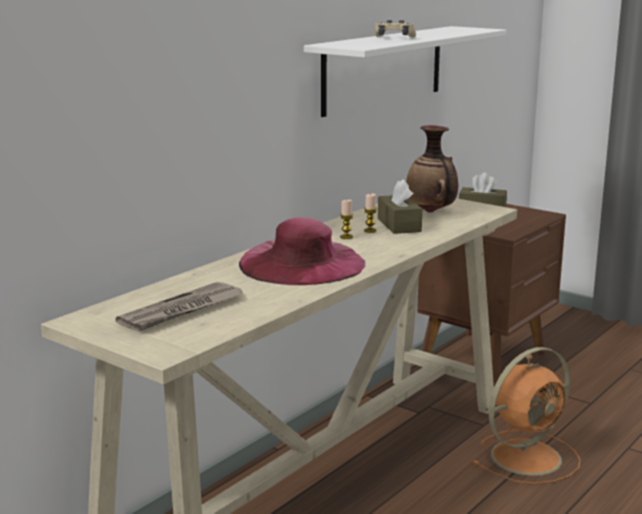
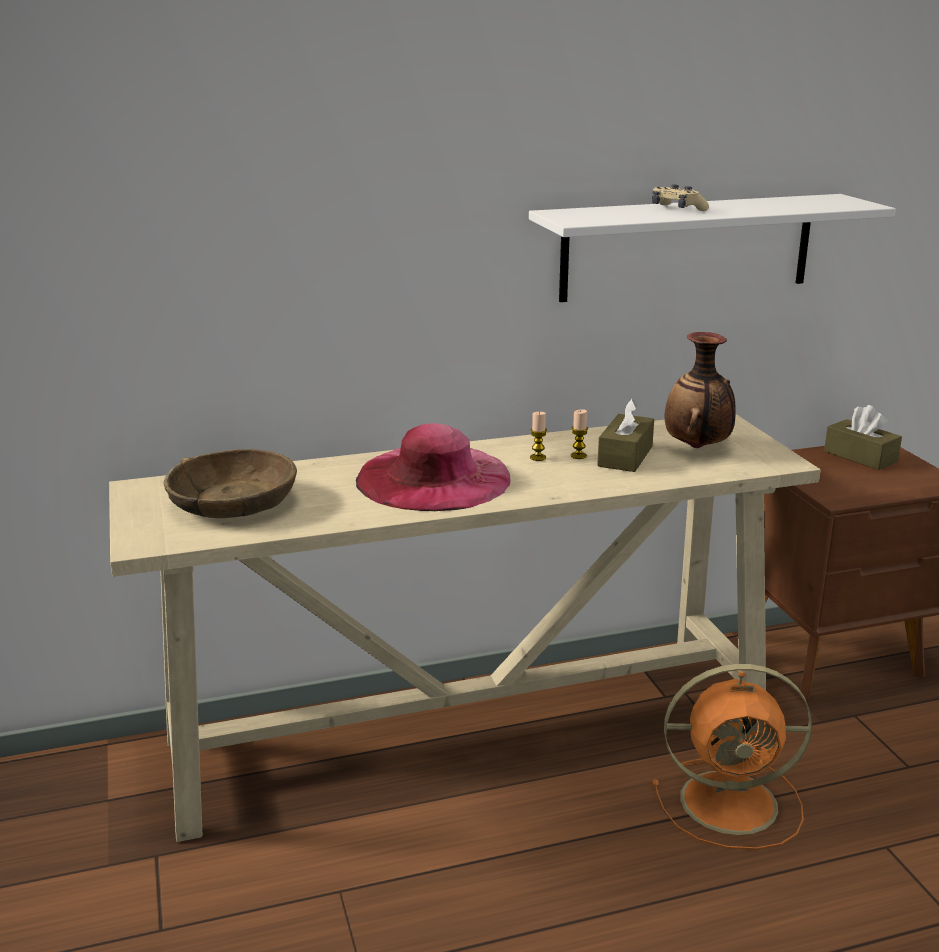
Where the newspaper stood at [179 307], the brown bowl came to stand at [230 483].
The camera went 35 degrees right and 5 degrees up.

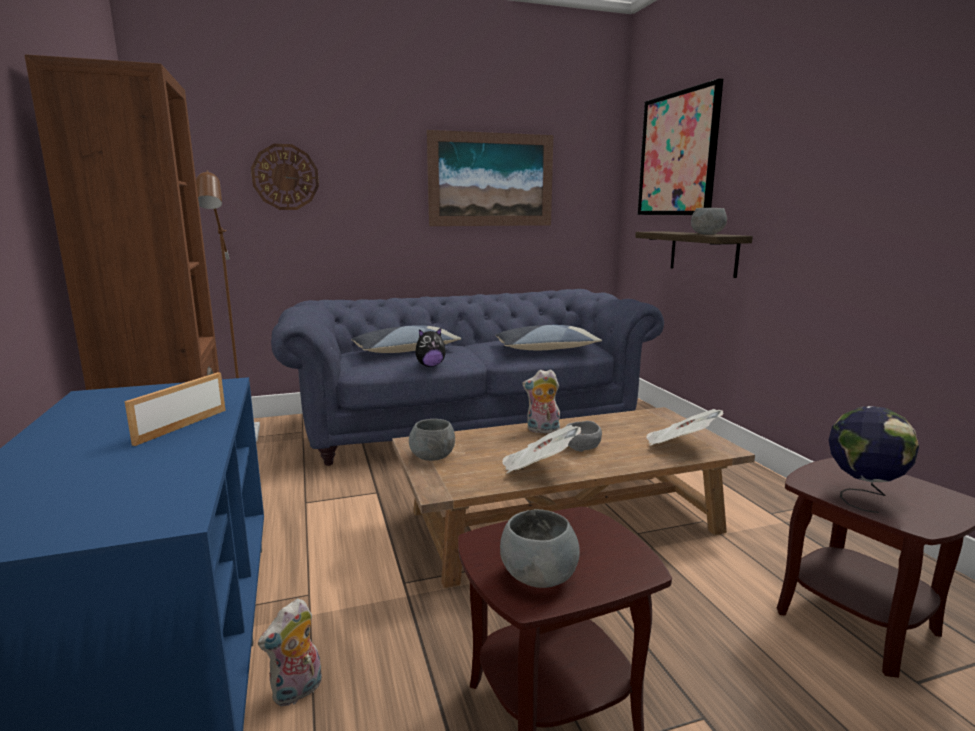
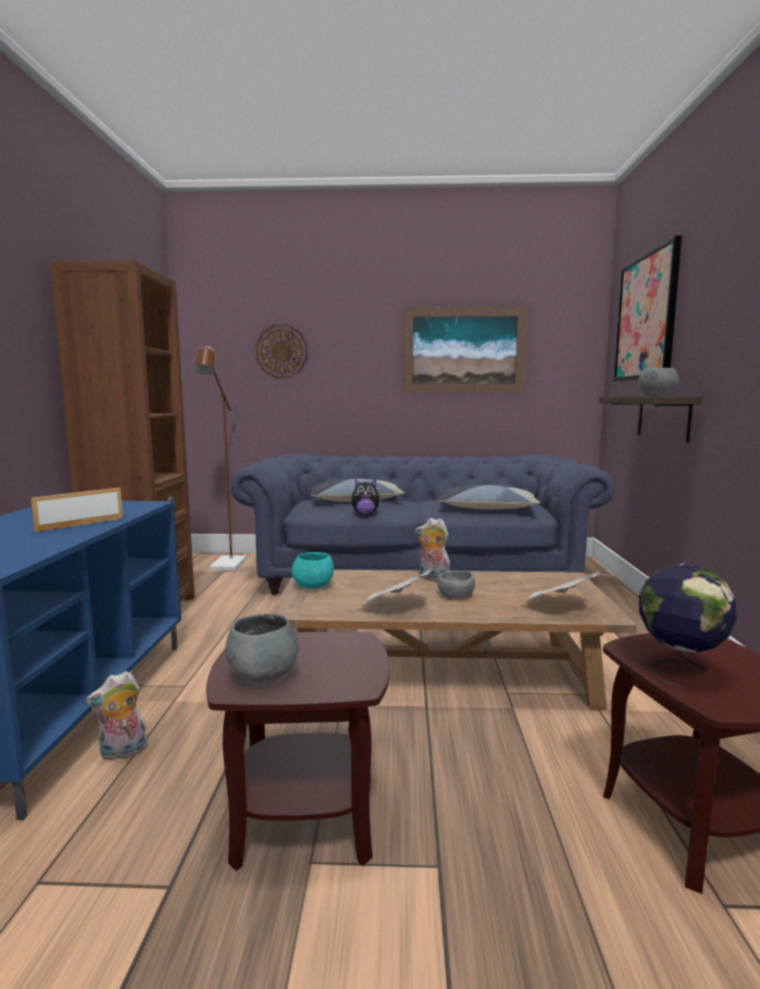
What was the grey bowl at [432 440] turned into the turquoise bowl at [313 570].
The camera went 20 degrees right and 5 degrees down.

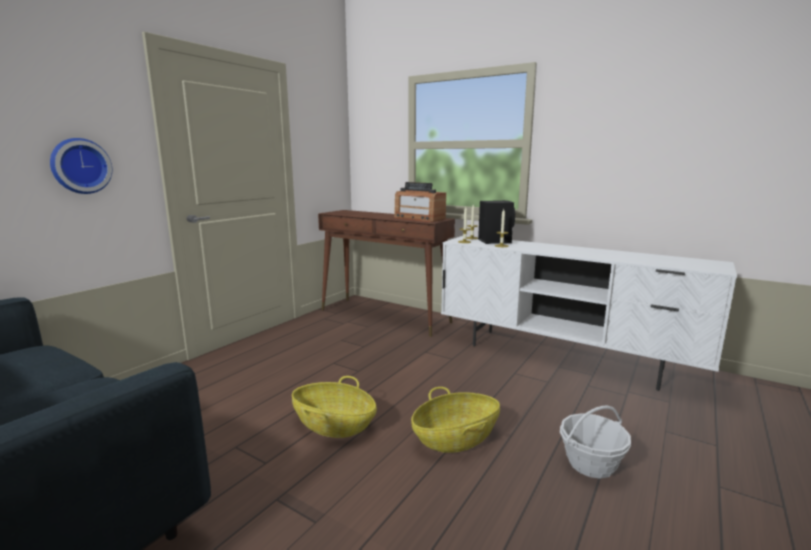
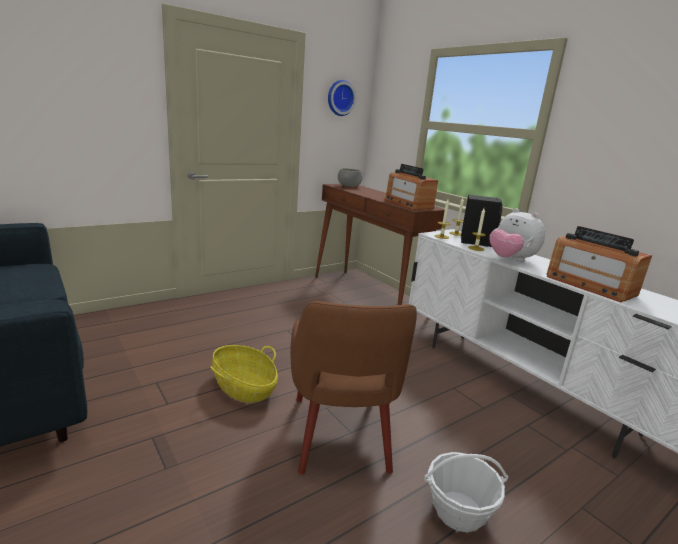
The wall clock ended up elsewhere, having gone from [81 166] to [342 98].
Where the basket stood at [455 420], the brown armchair came to stand at [354 388].
The second view gained the grey bowl at [350 177].
The second view gained the plush toy at [517 235].
The second view gained the radio at [599 264].
The camera went 20 degrees right and 5 degrees up.

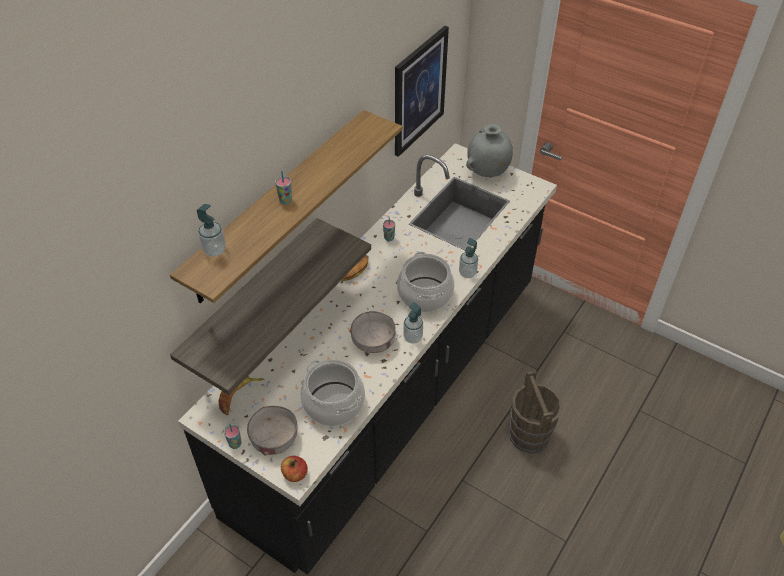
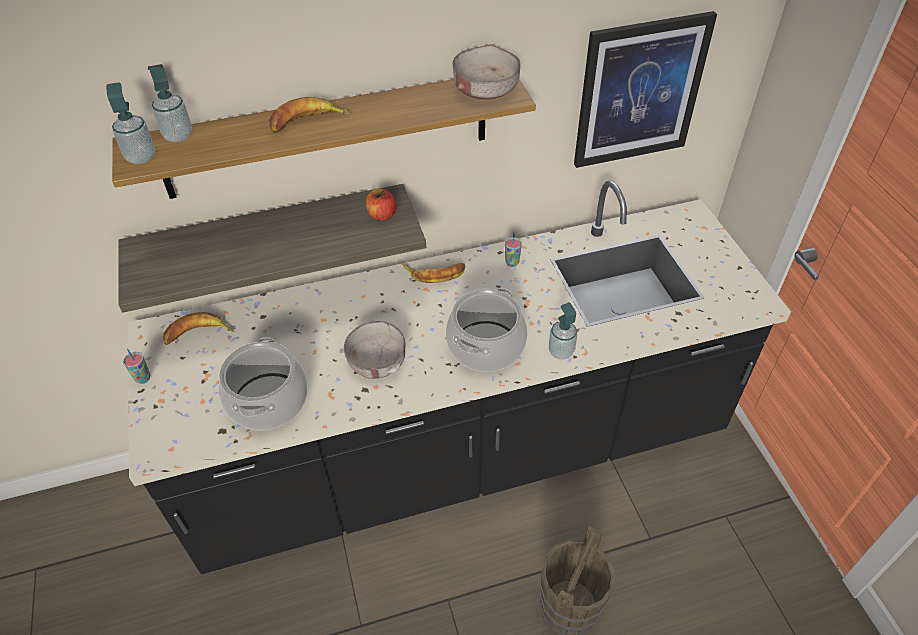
The grey bowl ended up elsewhere, having gone from [272 430] to [486 72].
Where the cup stood at [283 187], the banana came to stand at [309 115].
The apple ended up elsewhere, having gone from [294 469] to [381 204].
The soap dispenser ended up elsewhere, having gone from [413 322] to [130 123].
The second view lost the grey vase at [489 150].
The camera went 40 degrees right and 0 degrees up.

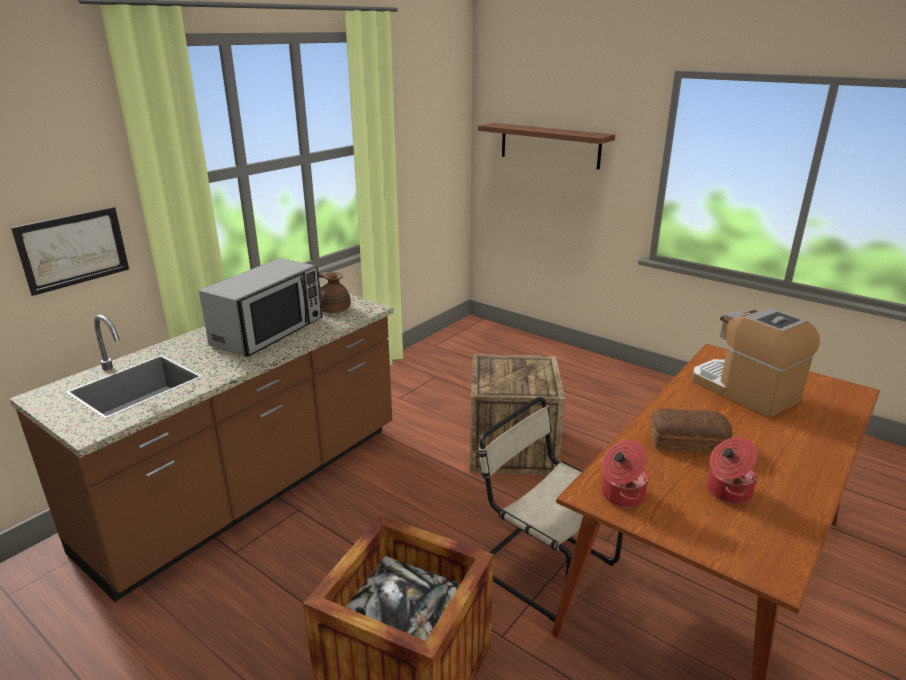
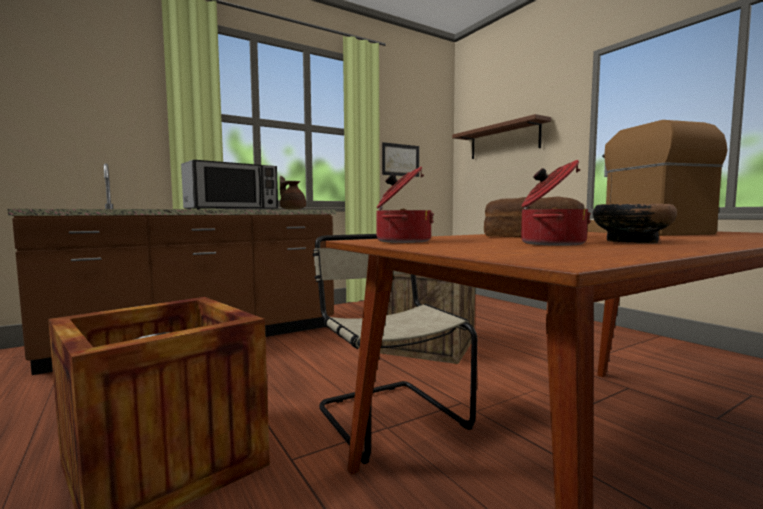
The picture ended up elsewhere, having gone from [70 251] to [400 159].
The second view gained the bowl at [635 223].
The camera went 20 degrees right and 20 degrees down.

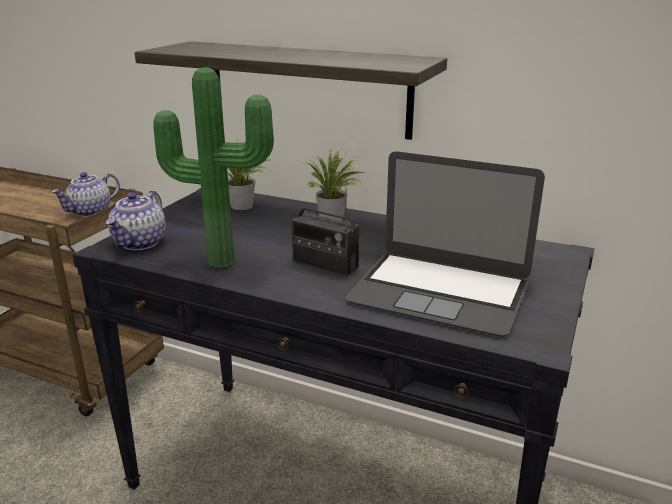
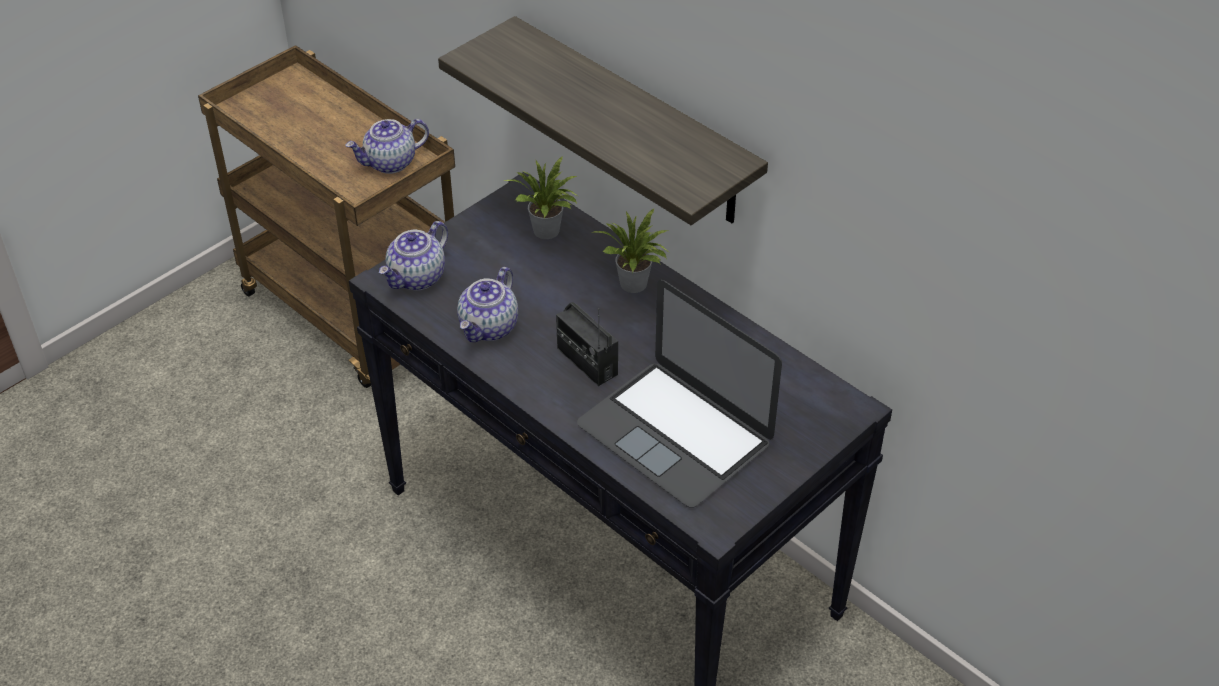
Where the potted plant stood at [213 167], the teapot came to stand at [487 304].
The camera went 20 degrees right and 20 degrees up.

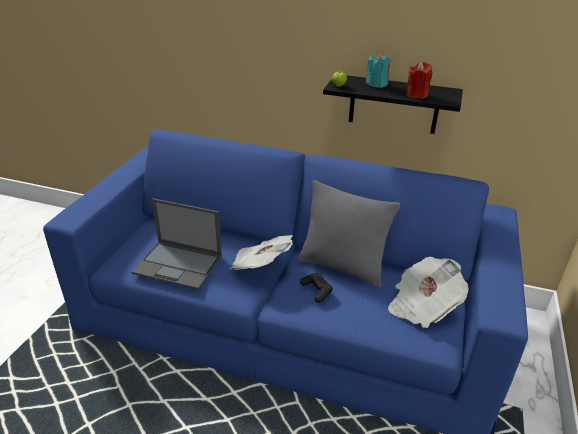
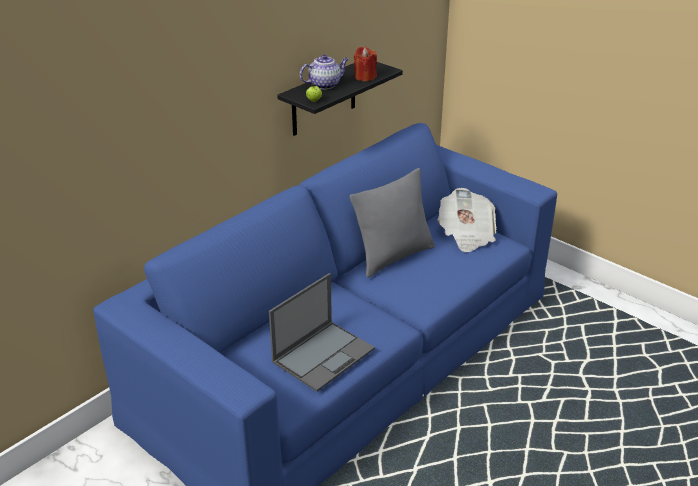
The second view lost the newspaper at [261 252].
The second view lost the black game controller at [316 288].
Where the turquoise candle stood at [378 70], the teapot came to stand at [324 72].
The camera went 65 degrees left and 0 degrees up.

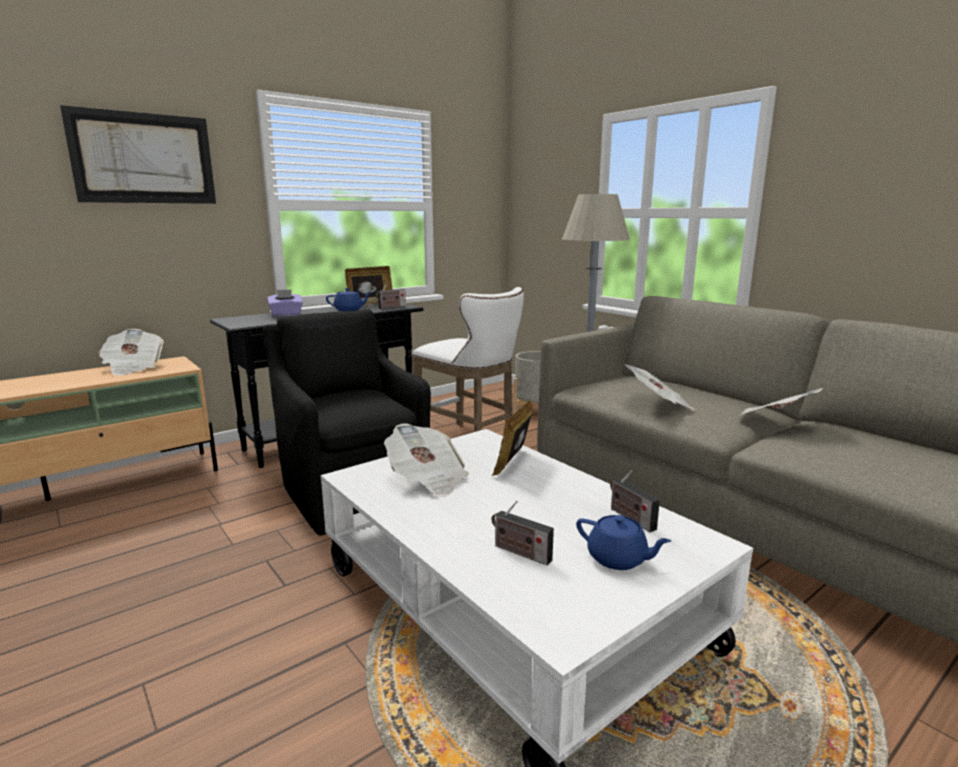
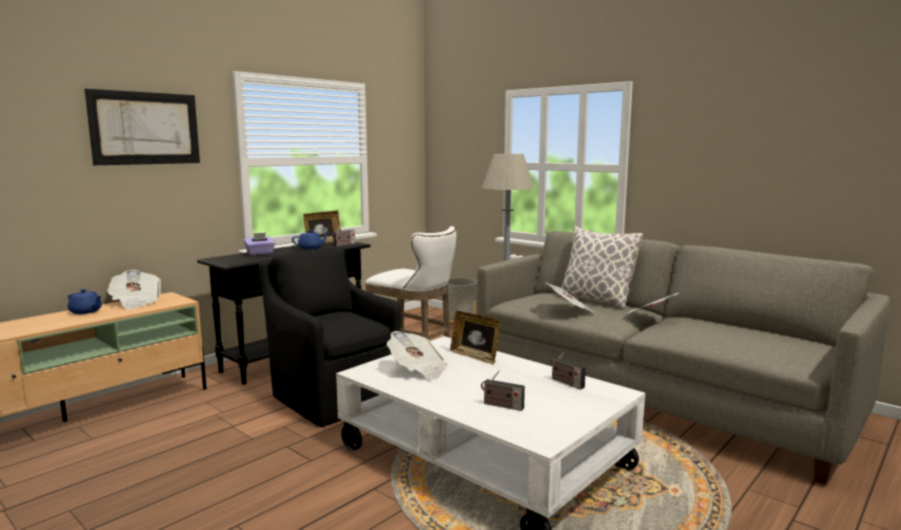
The picture frame at [512 437] ended up facing another way, 60 degrees counterclockwise from before.
The blue teapot ended up elsewhere, having gone from [623 542] to [85 301].
The second view gained the pillow at [600 267].
The camera went 10 degrees left and 5 degrees down.

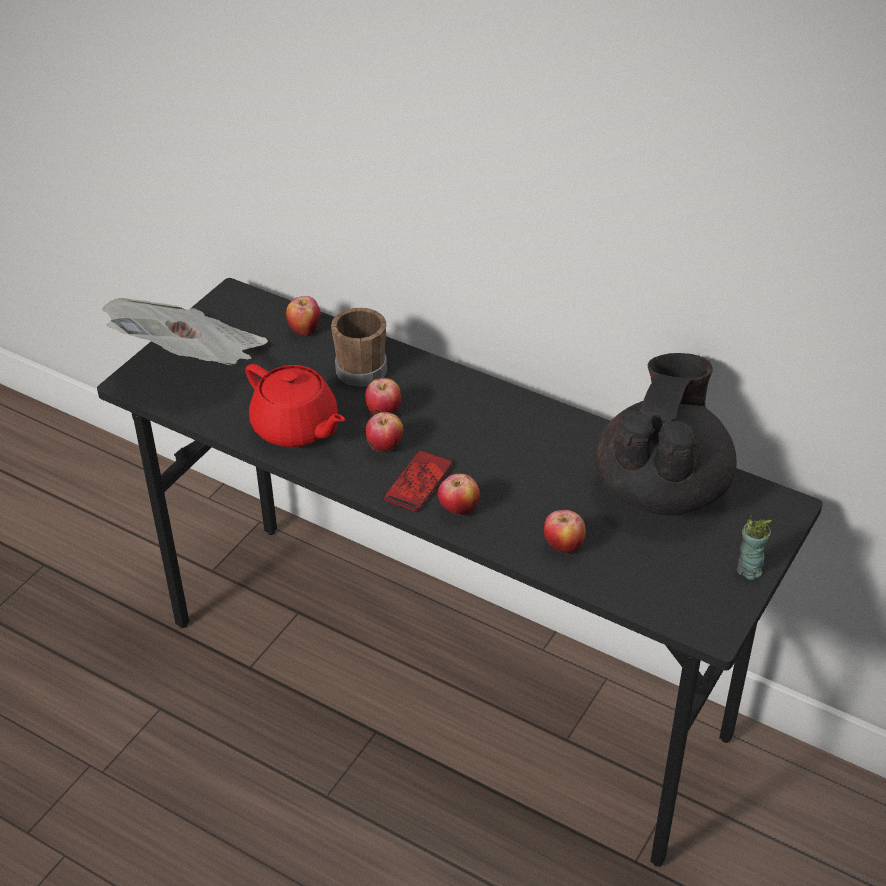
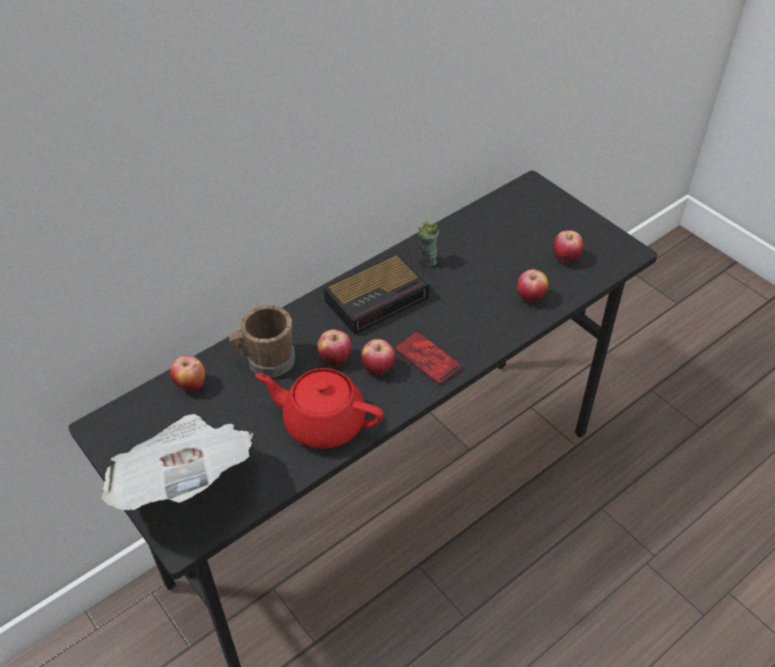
The red teapot at [295 406] ended up facing another way, 135 degrees counterclockwise from before.
The apple ended up elsewhere, having gone from [459 494] to [568 246].
The second view lost the black teapot at [666 434].
The cup ended up elsewhere, having gone from [754 548] to [429 244].
The second view gained the alarm clock at [377 294].
The camera went 70 degrees left and 5 degrees up.

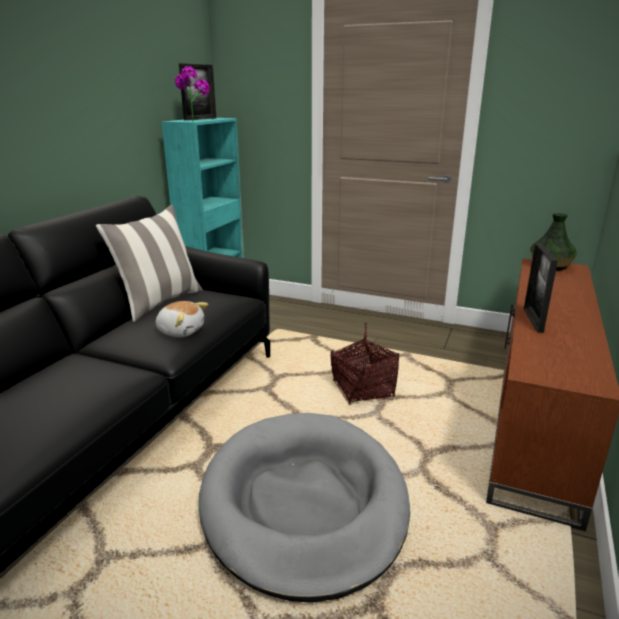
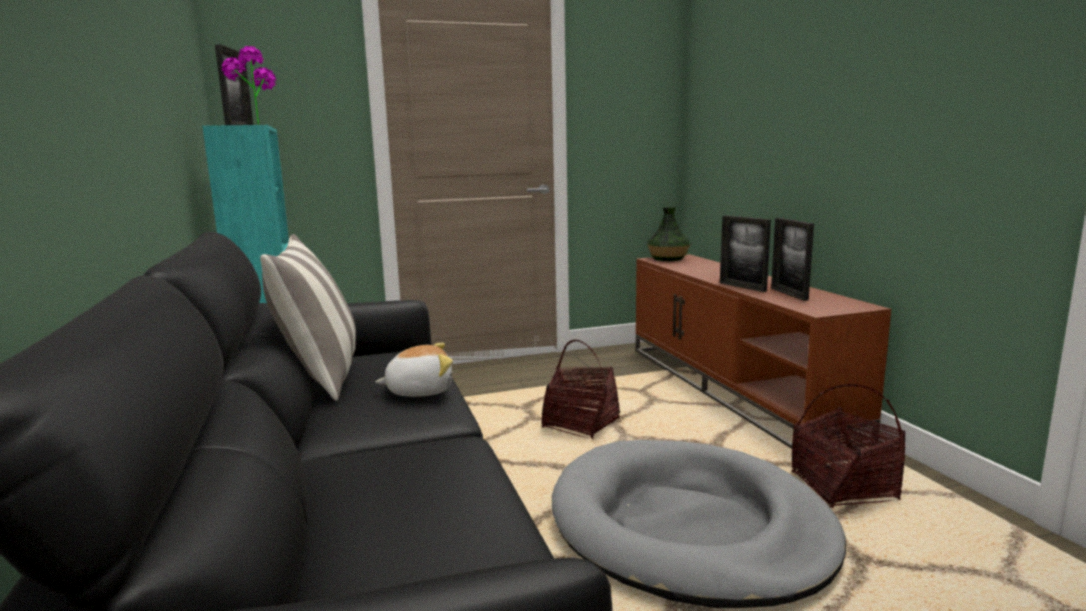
The second view gained the picture frame at [792 259].
The second view gained the basket at [848 446].
The camera went 40 degrees left and 10 degrees down.

